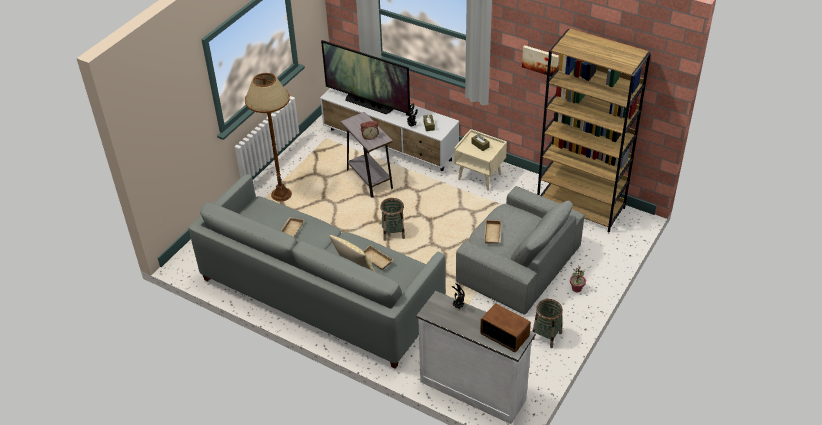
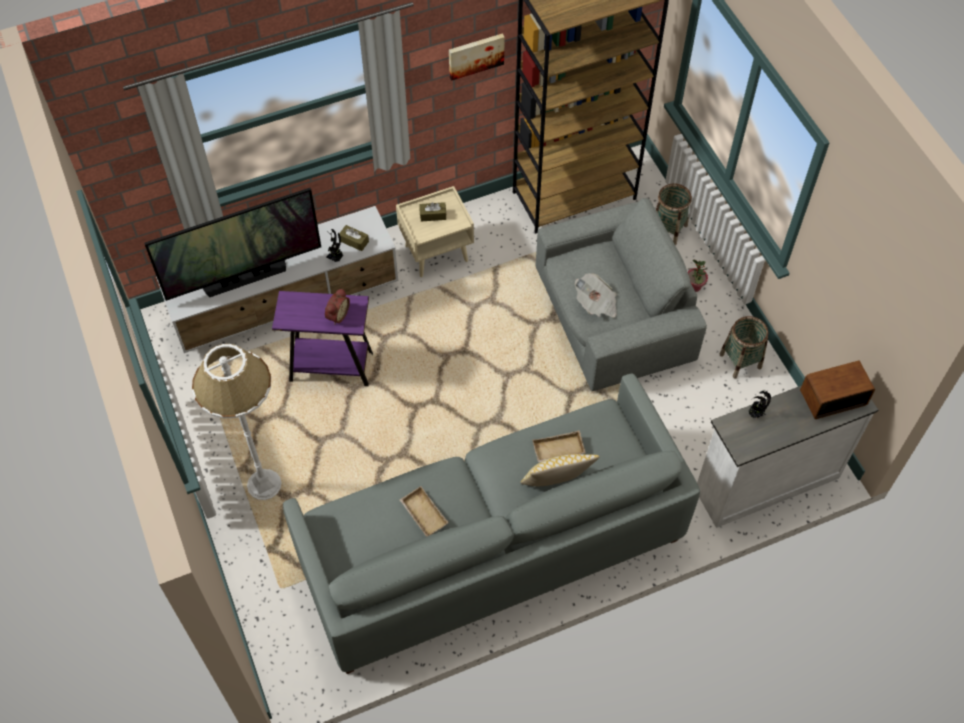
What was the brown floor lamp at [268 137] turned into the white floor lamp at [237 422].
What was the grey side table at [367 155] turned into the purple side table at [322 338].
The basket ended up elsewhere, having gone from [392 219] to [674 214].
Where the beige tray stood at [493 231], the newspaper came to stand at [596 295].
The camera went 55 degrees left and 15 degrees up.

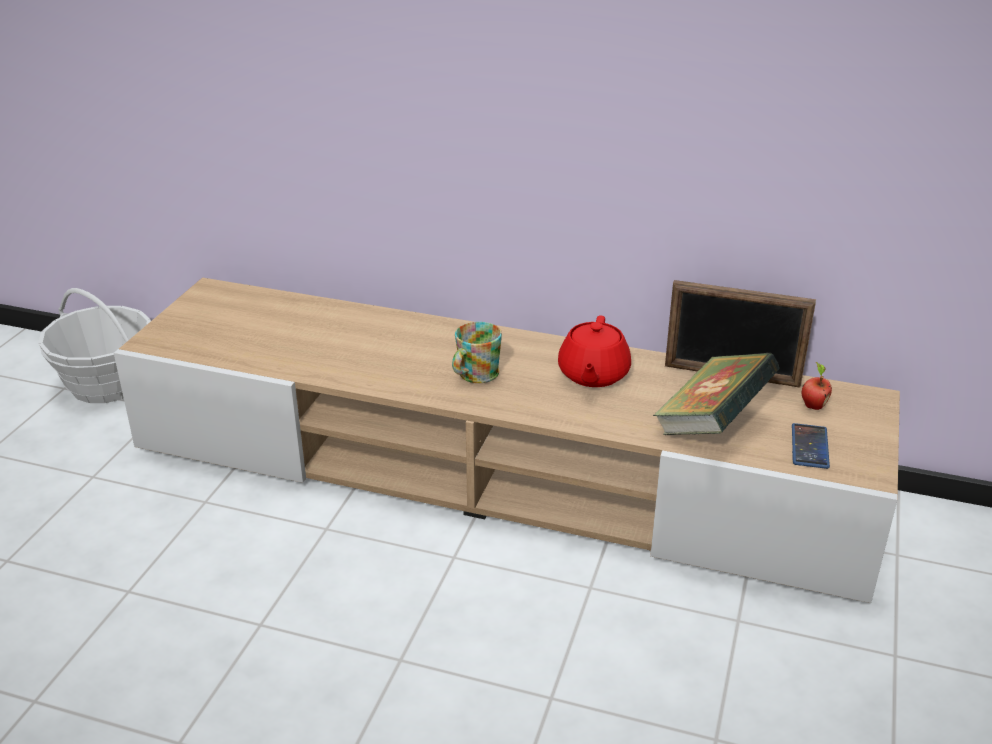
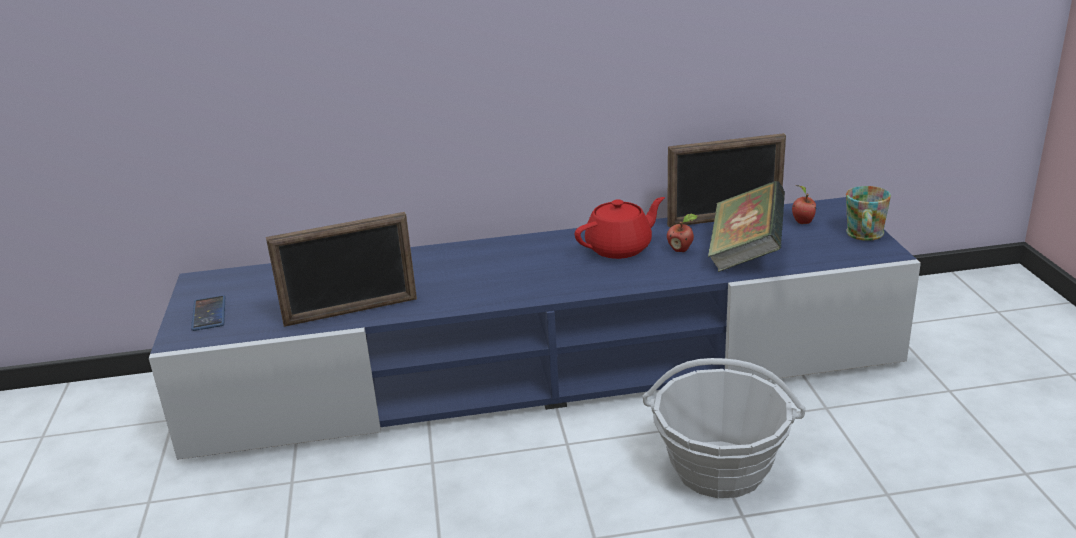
The basket ended up elsewhere, having gone from [94 345] to [724 428].
What was the beige tv stand at [507 440] turned into the blue tv stand at [535 328].
The mug ended up elsewhere, having gone from [477 352] to [868 213].
The red teapot at [594 351] ended up facing another way, 105 degrees counterclockwise from before.
The phone ended up elsewhere, having gone from [811 446] to [208 313].
The second view gained the picture frame at [341 269].
The second view gained the apple at [682 232].
The camera went 25 degrees left and 5 degrees down.

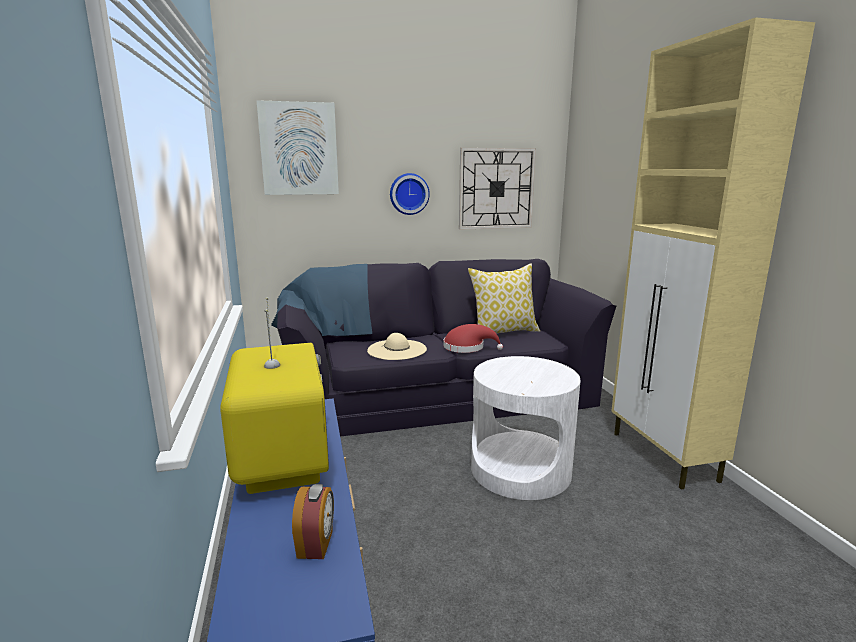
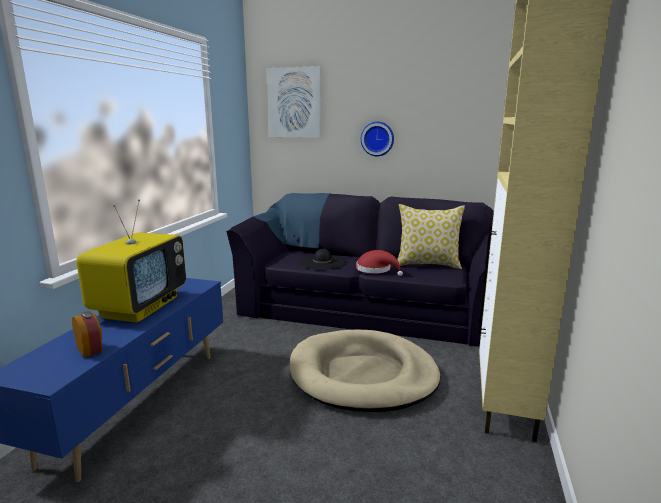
The alarm clock at [313 521] ended up facing another way, 75 degrees counterclockwise from before.
What was the beige hat at [397 346] turned into the black hat at [323 259].
The second view lost the wall clock at [497 189].
Where the white side table stood at [526 428], the beige dog bed came to stand at [365 370].
The camera went 30 degrees right and 0 degrees up.

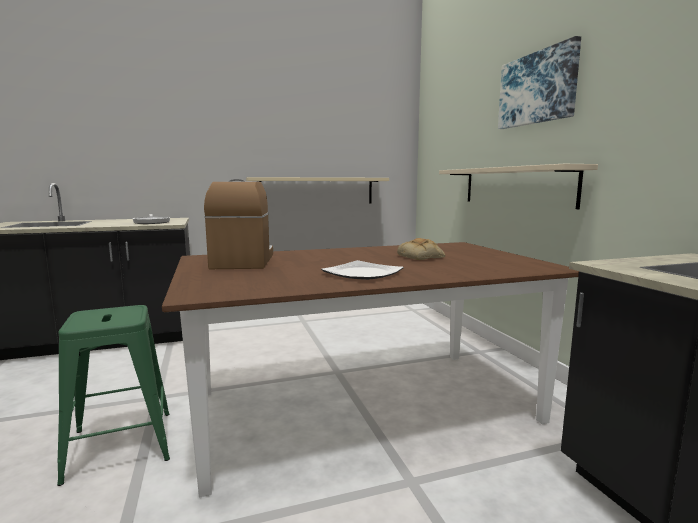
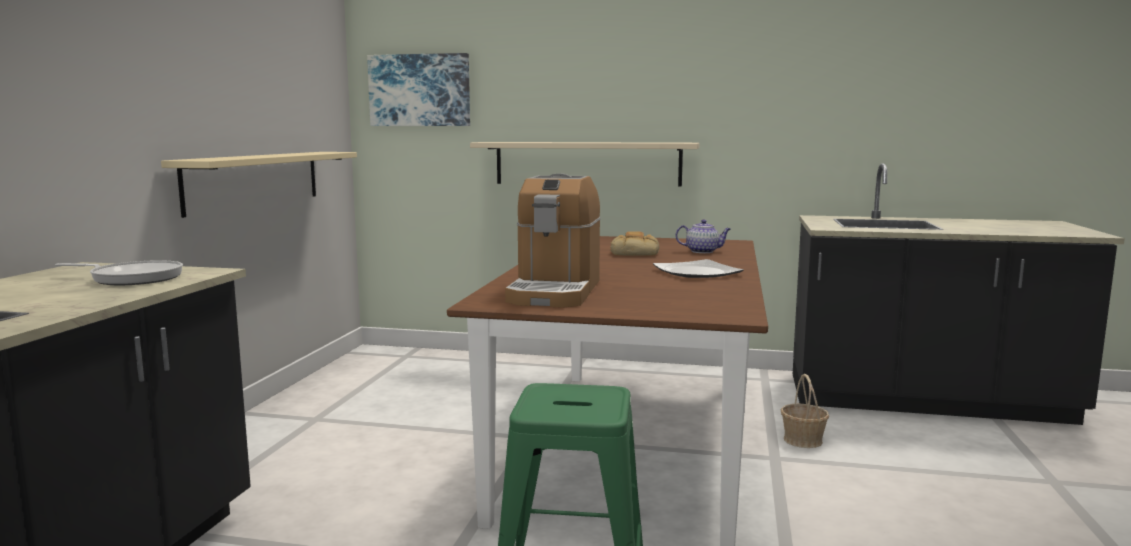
The coffee machine at [238 224] ended up facing another way, 105 degrees counterclockwise from before.
The picture ended up elsewhere, having gone from [539 82] to [418 89].
The second view gained the teapot at [703 236].
The second view gained the basket at [805 411].
The camera went 60 degrees left and 0 degrees up.

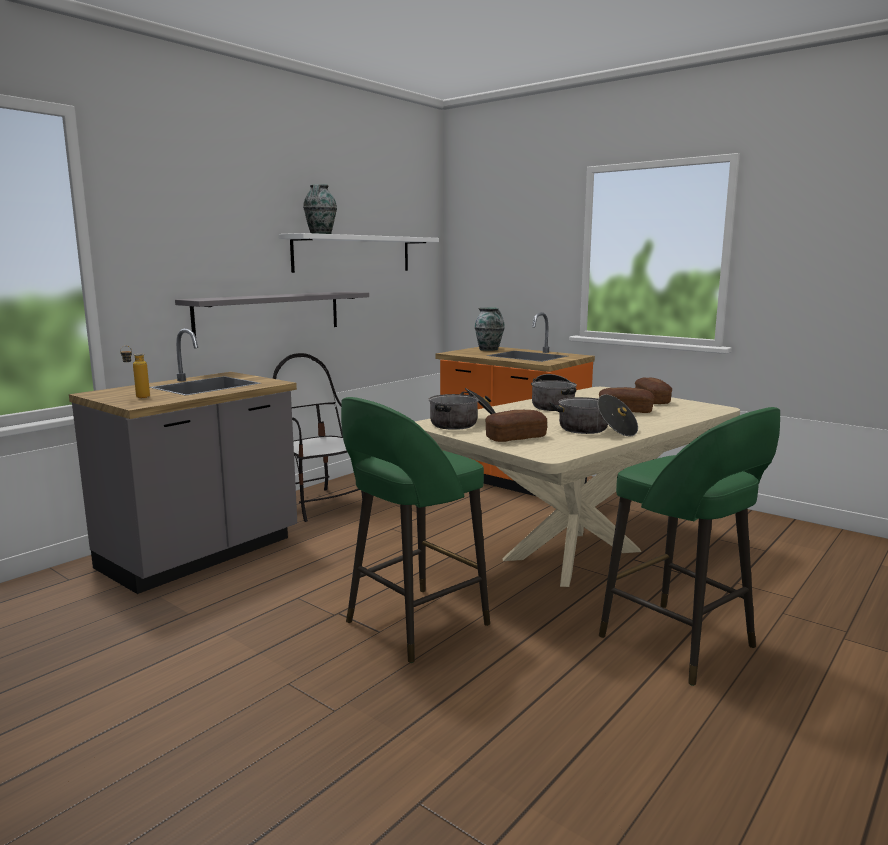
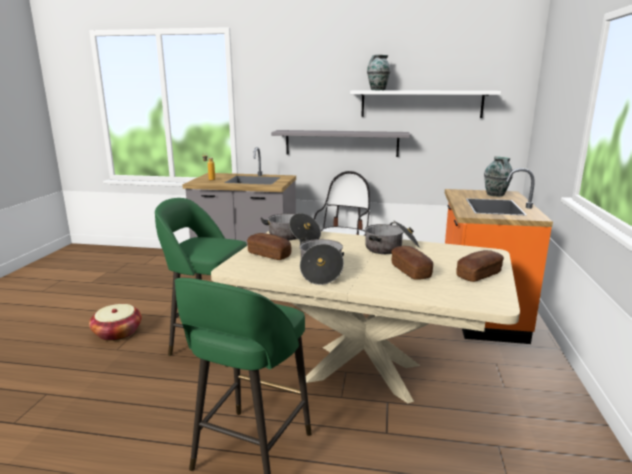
The second view gained the basket at [115 322].
The camera went 60 degrees right and 5 degrees up.

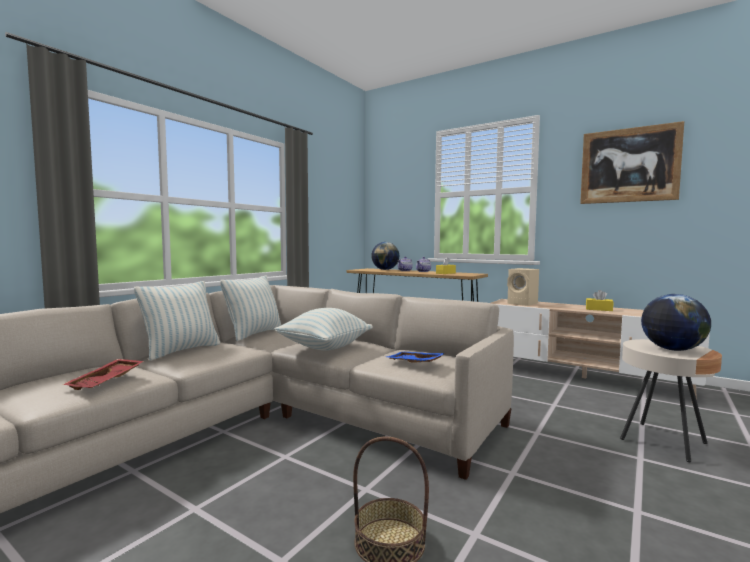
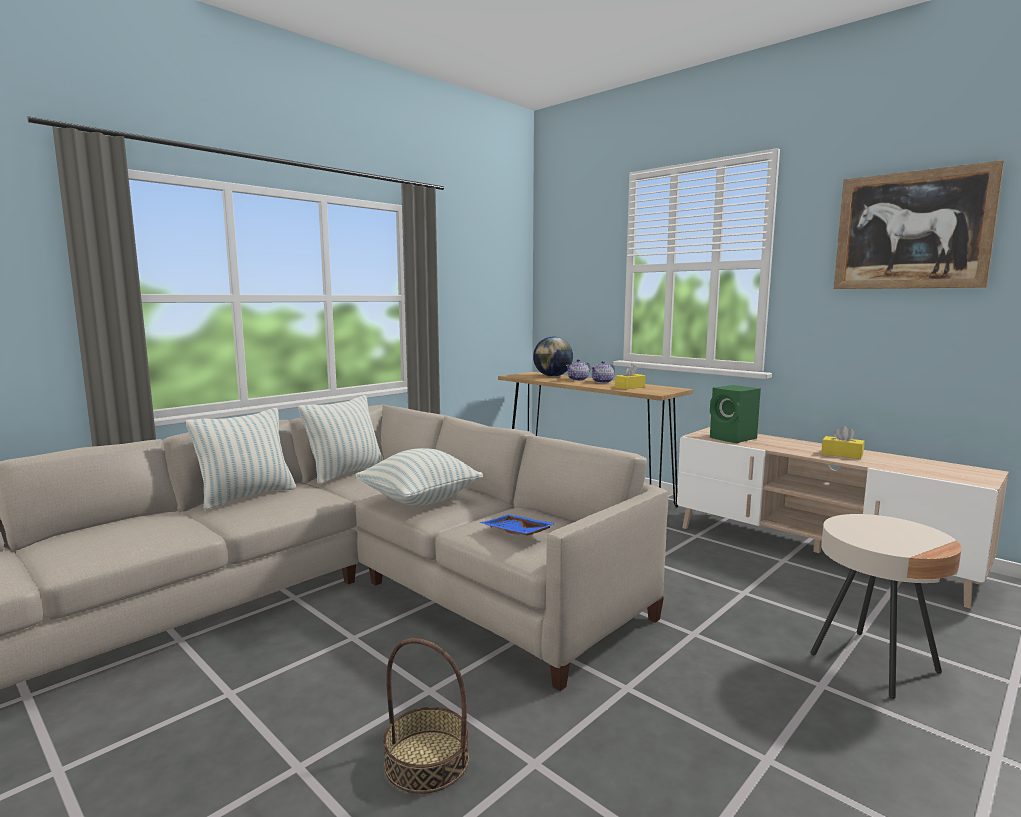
The second view lost the red tray at [103 374].
What was the beige speaker at [523 287] turned into the green speaker at [735 414].
The second view lost the globe at [676 322].
The camera went 10 degrees right and 5 degrees up.

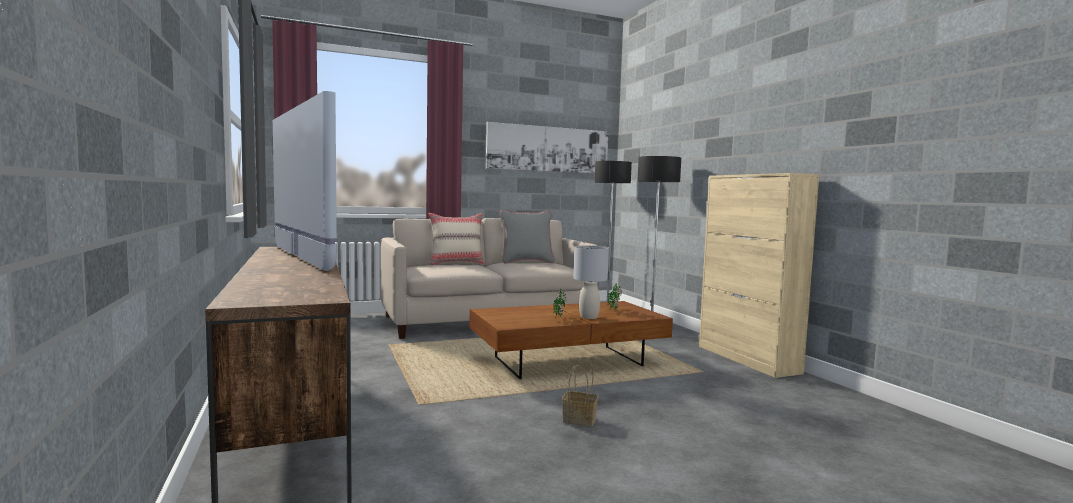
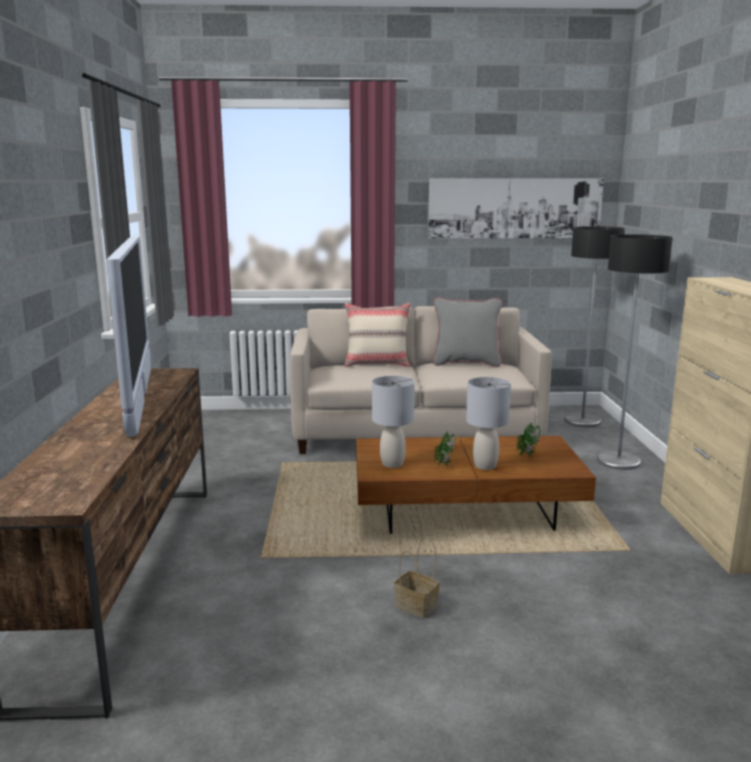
The second view gained the grey table lamp at [393 422].
The camera went 20 degrees right and 10 degrees up.

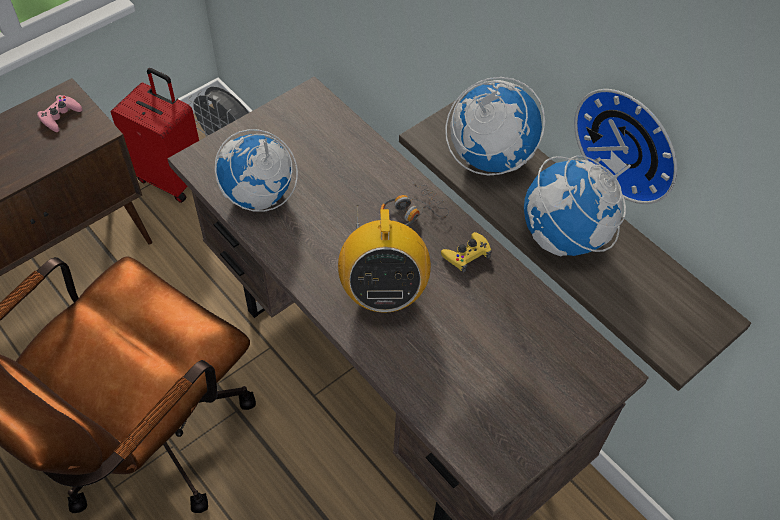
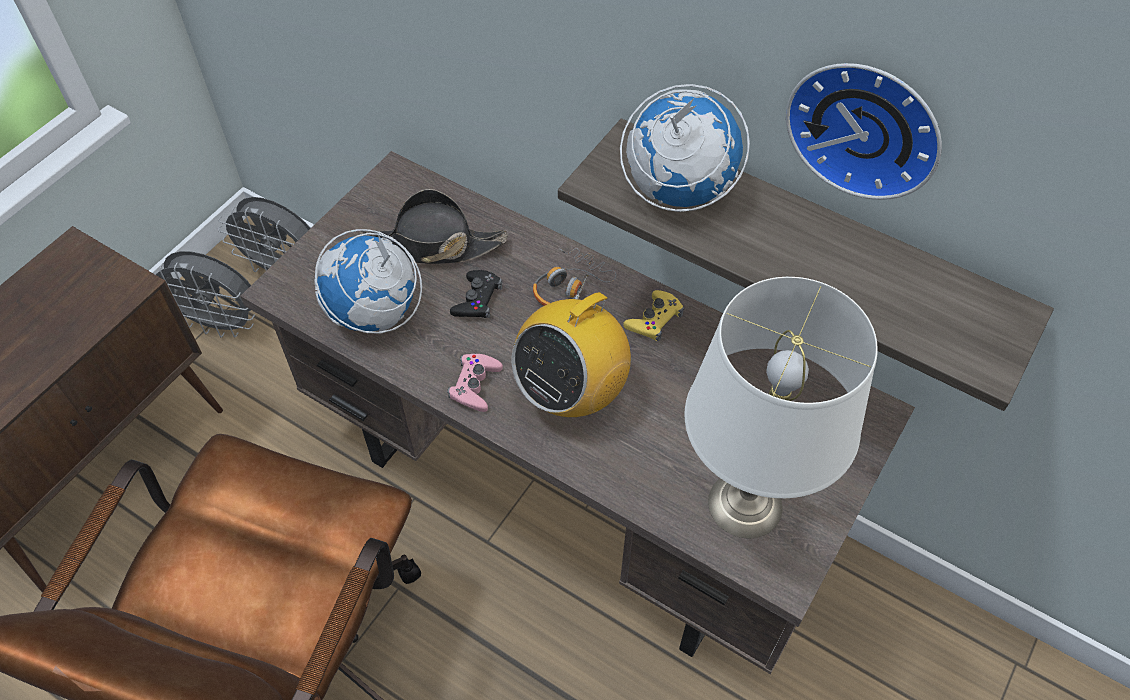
The pink game controller ended up elsewhere, having gone from [60 113] to [475 383].
Where the red suitcase stood at [155 135], the grey fan came to stand at [205 294].
The radio at [384 258] ended up facing another way, 60 degrees clockwise from before.
The second view lost the globe at [577 203].
The second view gained the black hat at [434 226].
The second view gained the black game controller at [476 294].
The second view gained the white table lamp at [781 407].
The camera went 15 degrees left and 0 degrees up.

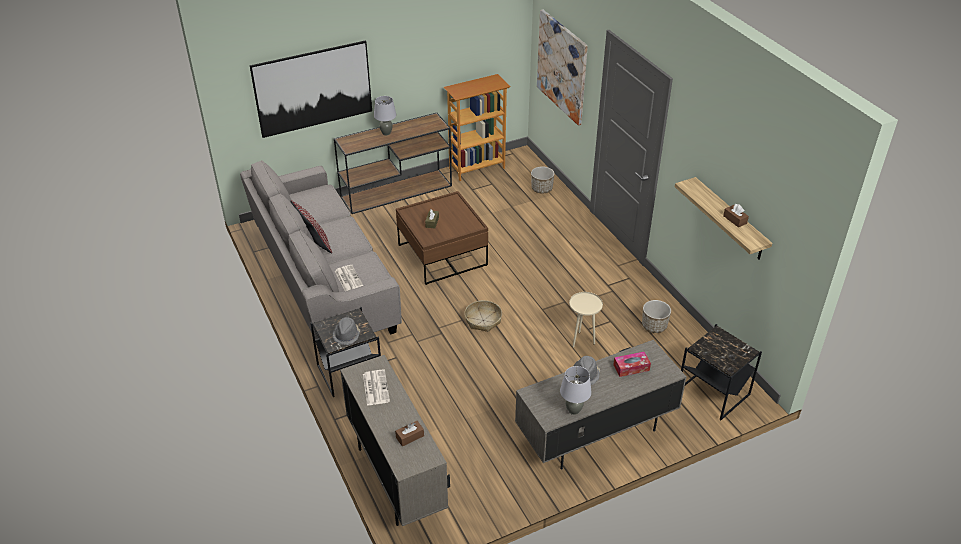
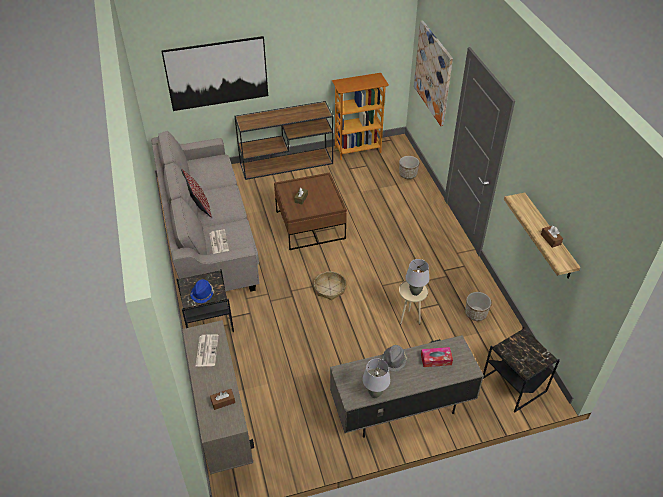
What was the grey hat at [346 331] turned into the blue hat at [202 291].
The grey table lamp ended up elsewhere, having gone from [385 115] to [417 277].
The camera went 10 degrees right and 5 degrees up.

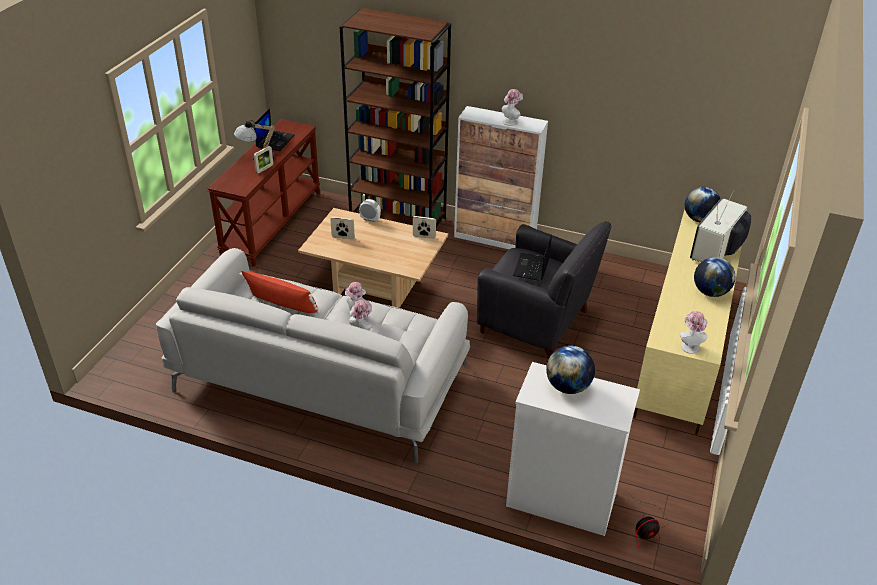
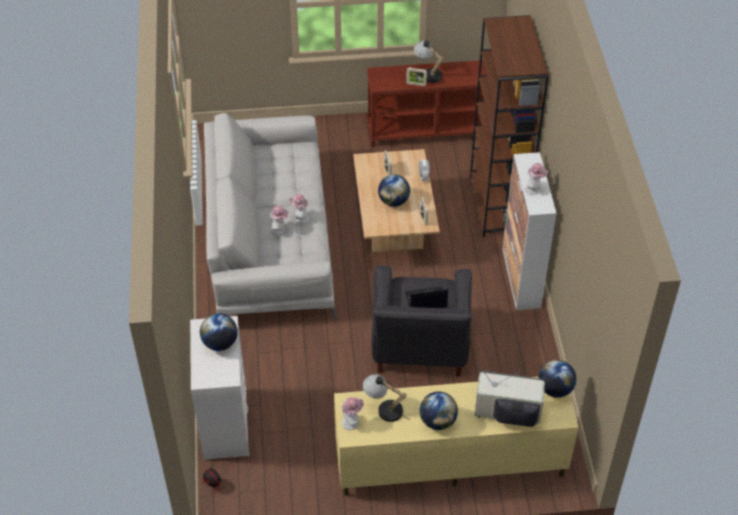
The second view lost the red pillow at [279 292].
The second view lost the laptop at [274 129].
The second view gained the table lamp at [386 398].
The second view gained the globe at [394 191].
The camera went 65 degrees right and 10 degrees up.

